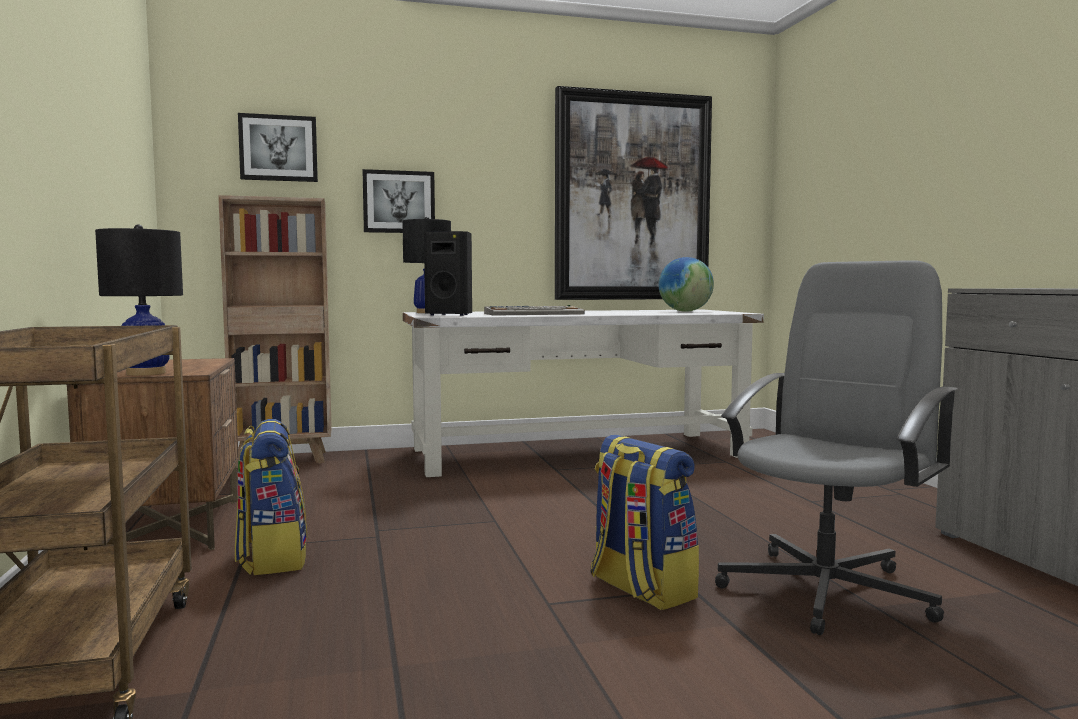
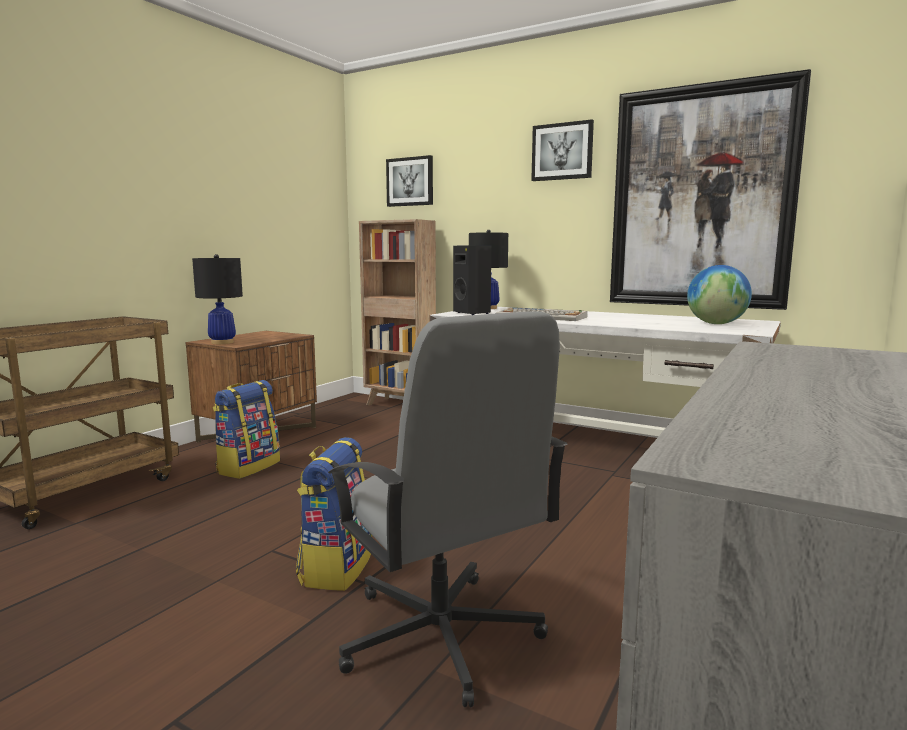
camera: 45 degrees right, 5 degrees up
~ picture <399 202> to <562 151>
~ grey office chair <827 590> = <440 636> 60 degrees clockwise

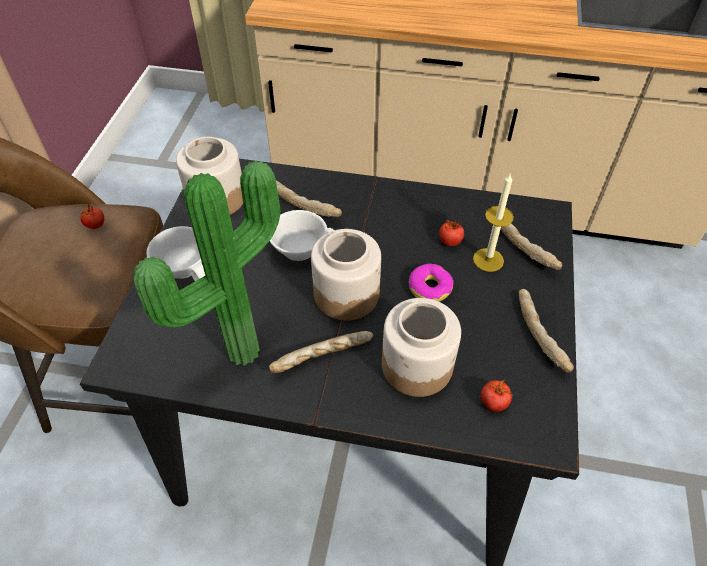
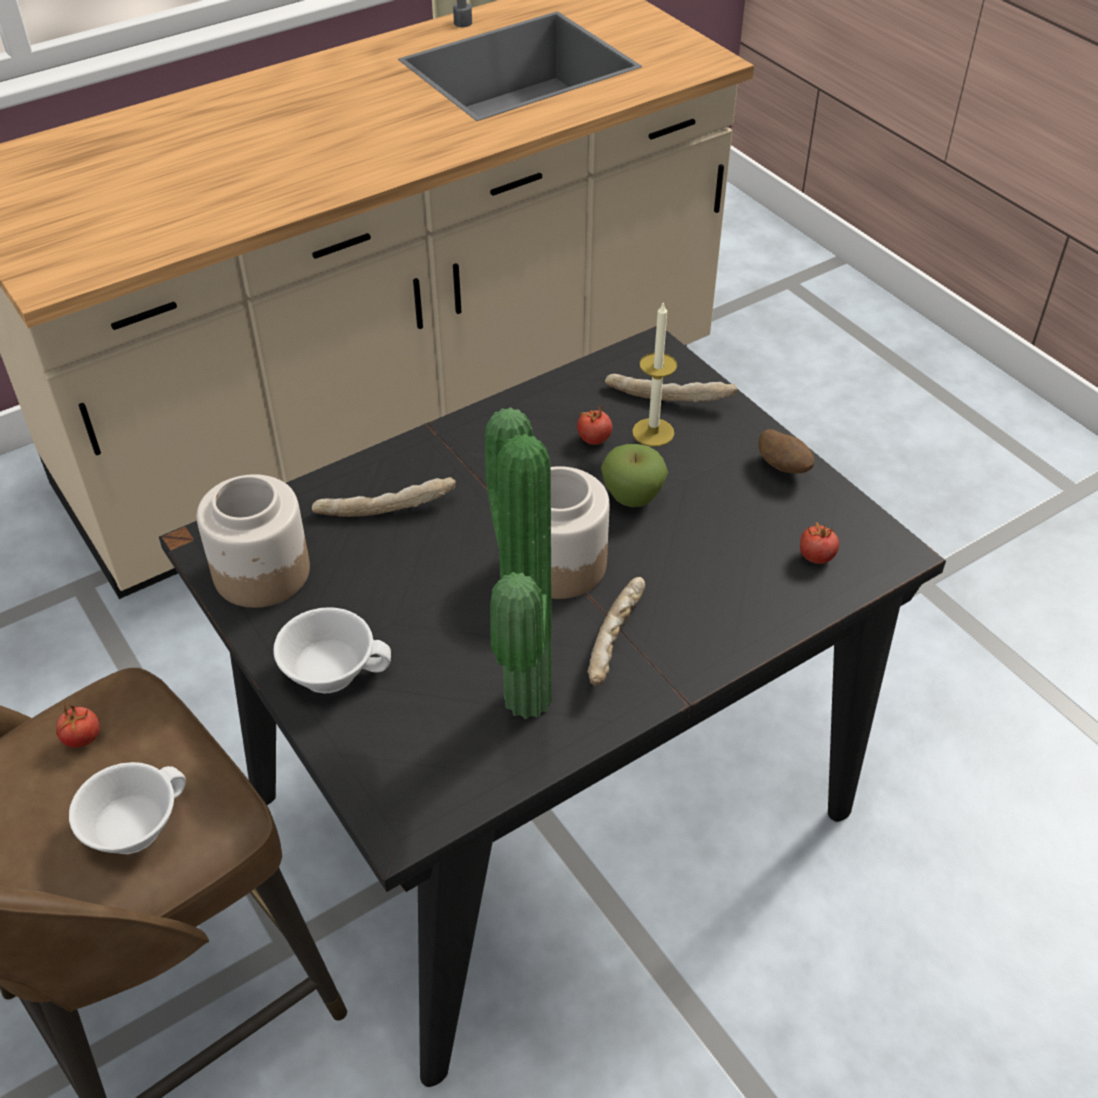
camera: 45 degrees left, 5 degrees down
~ white cup <301 246> to <132 824>
~ donut <430 288> to apple <632 498>
~ bread <541 335> to potato <783 468>
- jar <418 366>

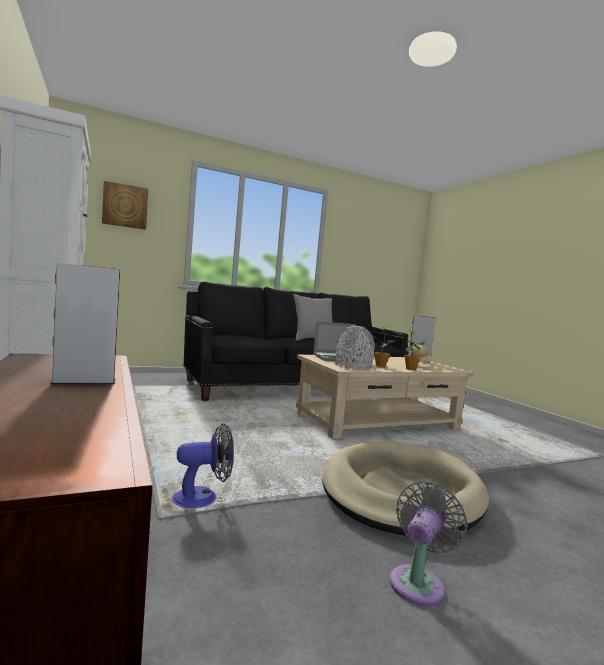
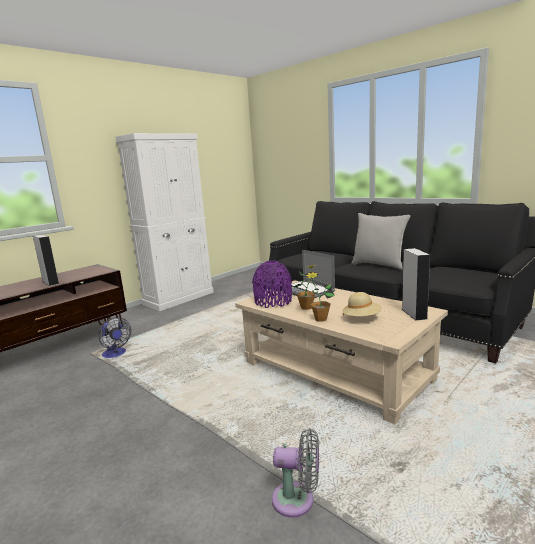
camera: 70 degrees right, 10 degrees up
- picture <125 206>
~ grey vase <353 366> to purple vase <273 301>
- beige dog bed <401 492>
~ grey fan <418 582> to <297 500>

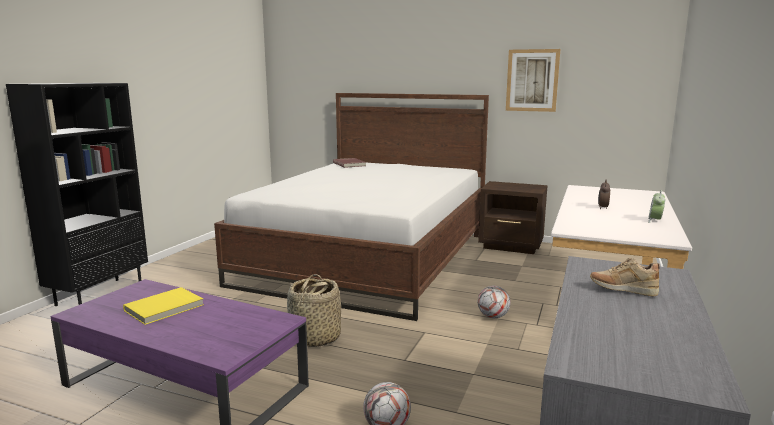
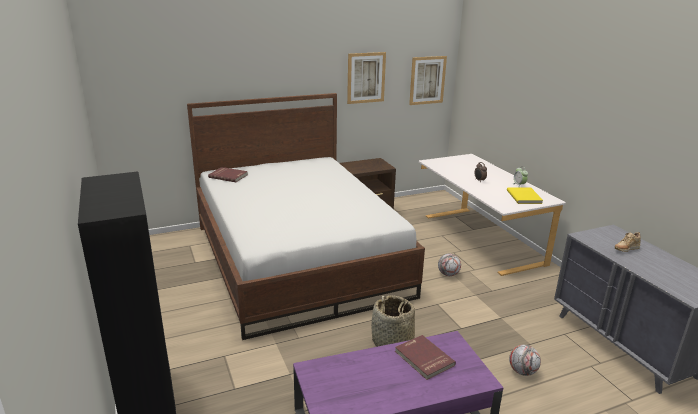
camera: 45 degrees left, 10 degrees up
~ yellow book <165 308> to <524 197>
+ picture <427 80>
+ red book <423 359>

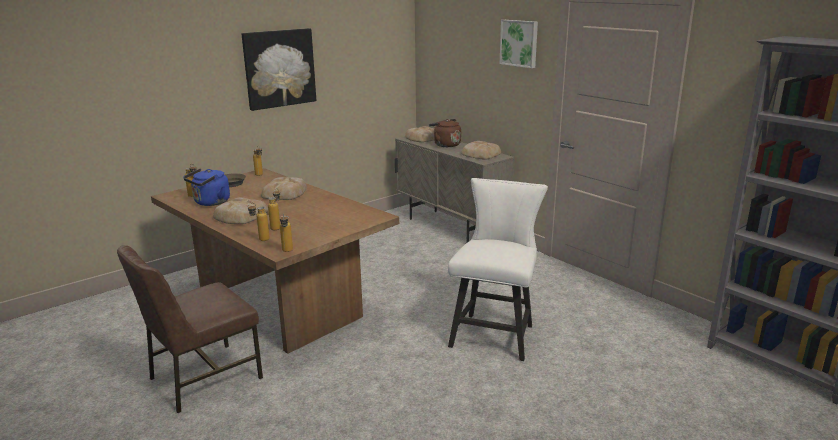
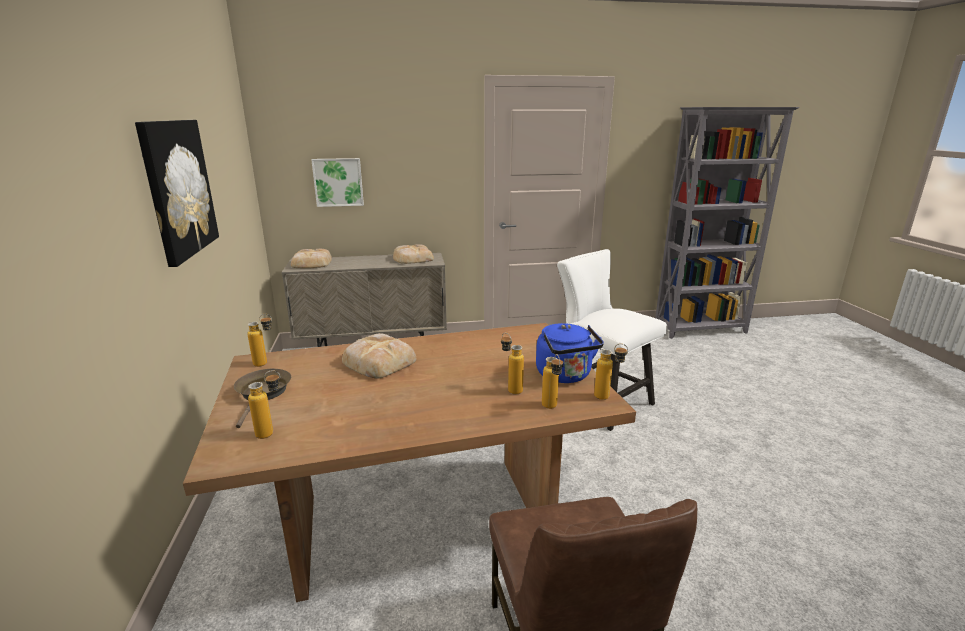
camera: 60 degrees left, 0 degrees up
~ picture <519 43> to <338 182>
- brown kettle <445 145>
~ blue kettle <210 203> to <565 376>
- bread <240 216>

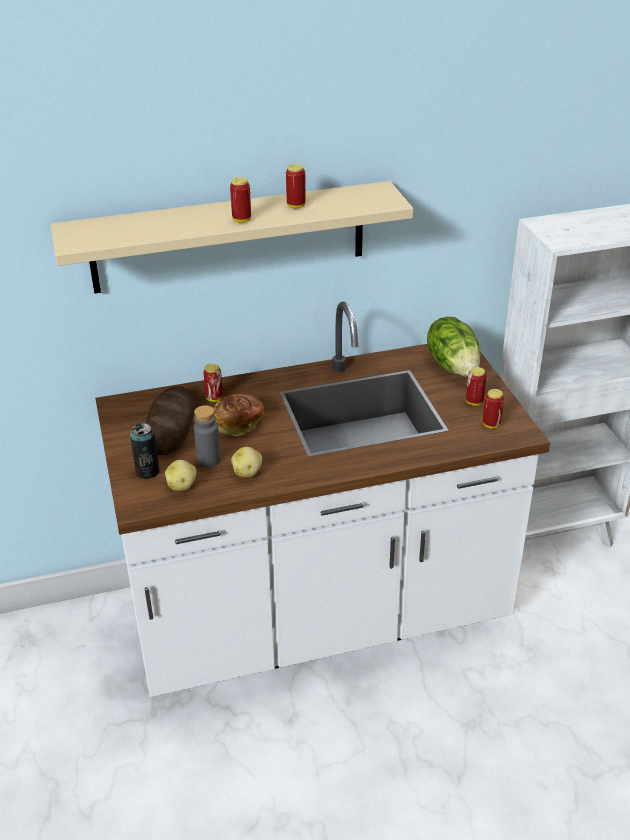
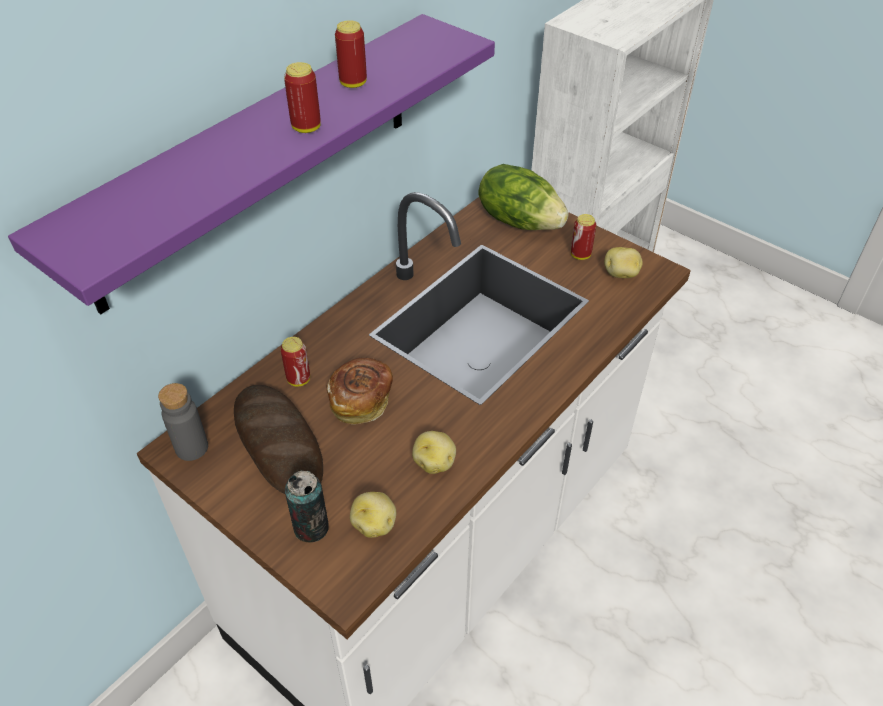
camera: 35 degrees left, 10 degrees up
~ beige shelf <229 237> to purple shelf <258 158>
~ can <491 424> to potato <621 274>
~ grey bottle <209 460> to <192 447>

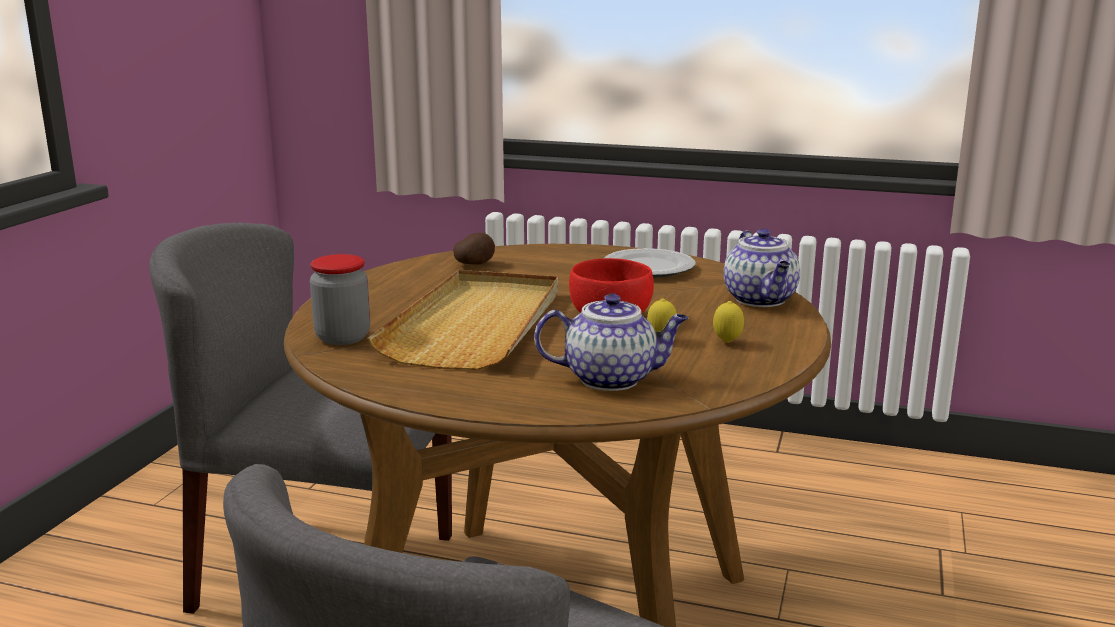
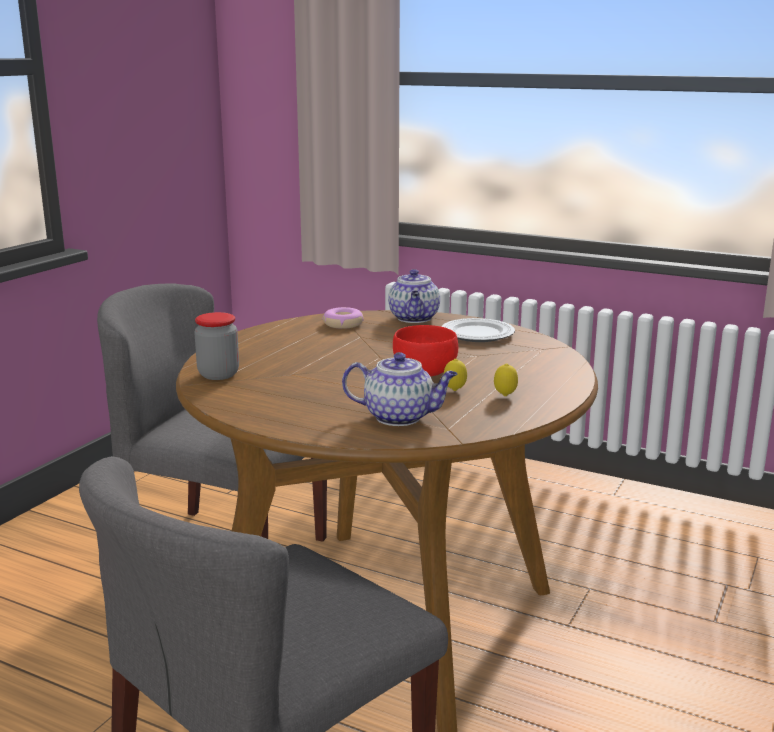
camera: 10 degrees right, 0 degrees up
~ teapot <761 300> to <414 319>
~ potato <475 264> to donut <343 324>
- beige tray <477 325>

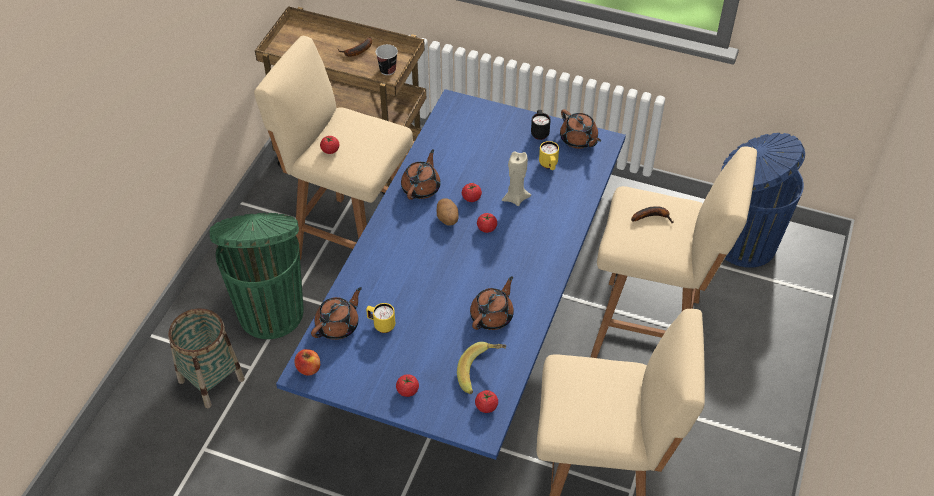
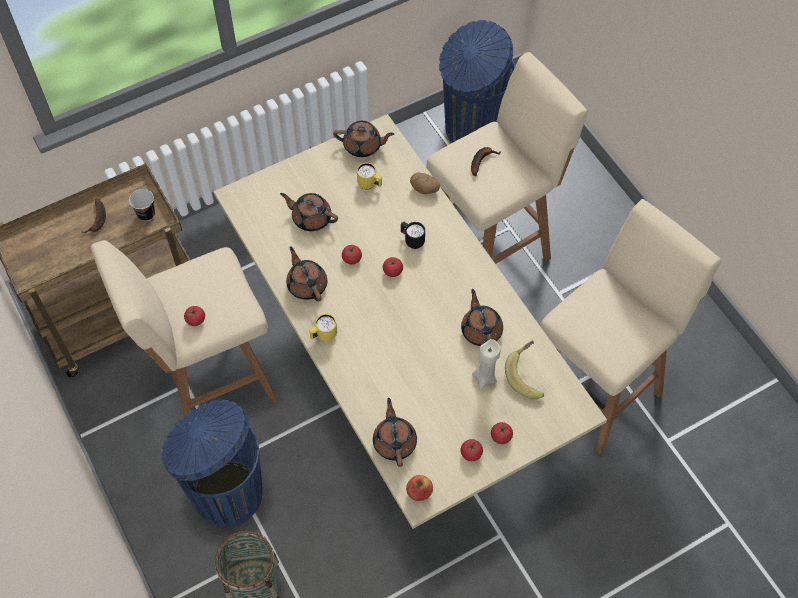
camera: 50 degrees left, 10 degrees up
~ blue dining table <466 349> to beige dining table <398 377>
~ black mug <539 132> to <412 240>
~ beige candle <515 198> to <484 377>
~ potato <447 219> to <425 189>
~ green trash can <271 311> to blue trash can <226 492>
~ yellow mug <381 325> to <323 335>
~ tomato <486 406> to <471 453>
+ brown teapot <311 218>

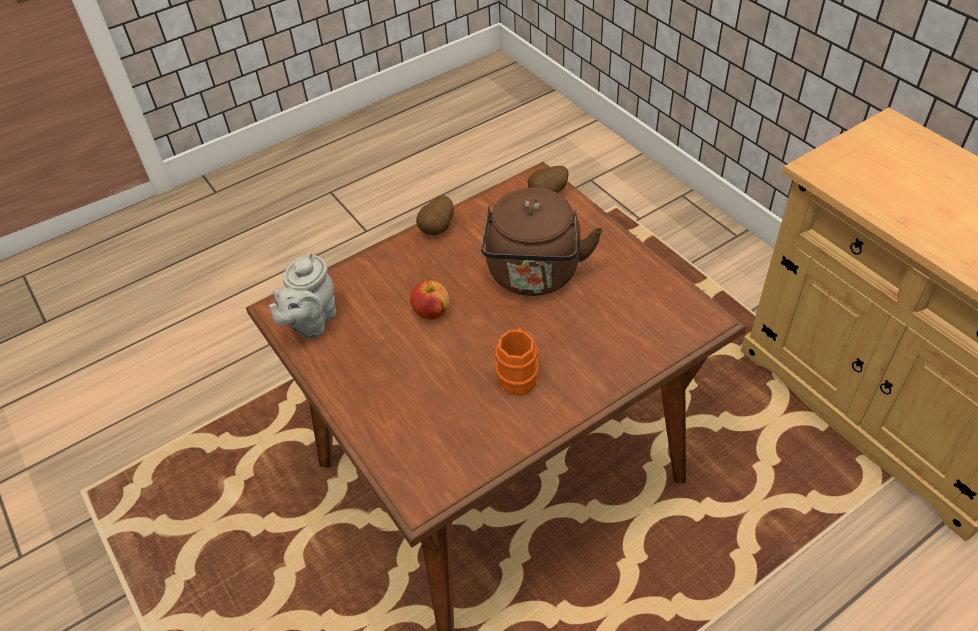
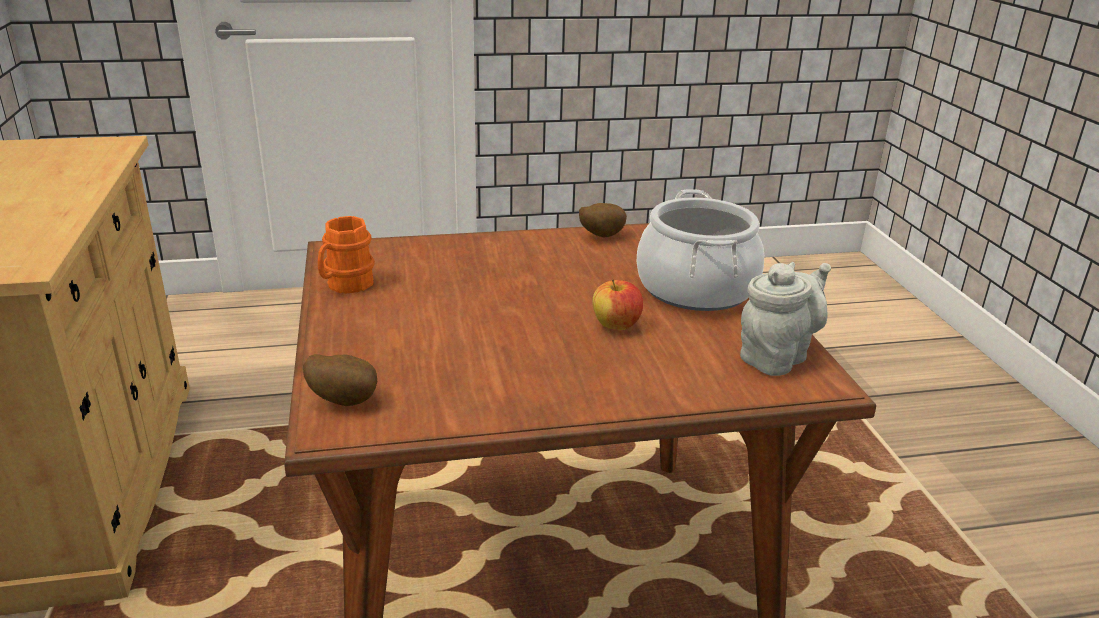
camera: 160 degrees left, 20 degrees down
- brown kettle <534 276>
~ potato <438 229> to <600 236>
~ orange mug <518 374> to <345 285>
+ cooking pot <696 288>

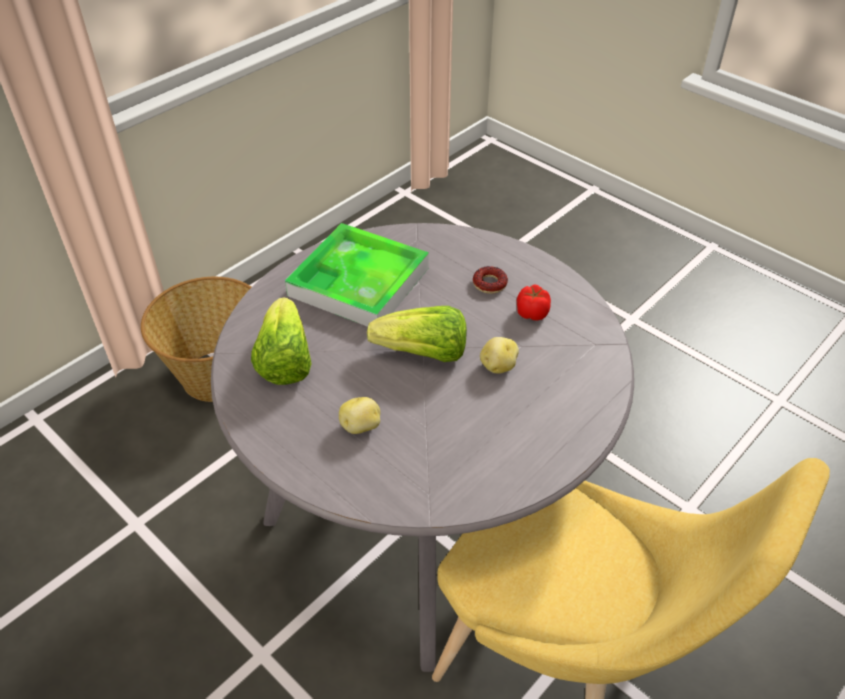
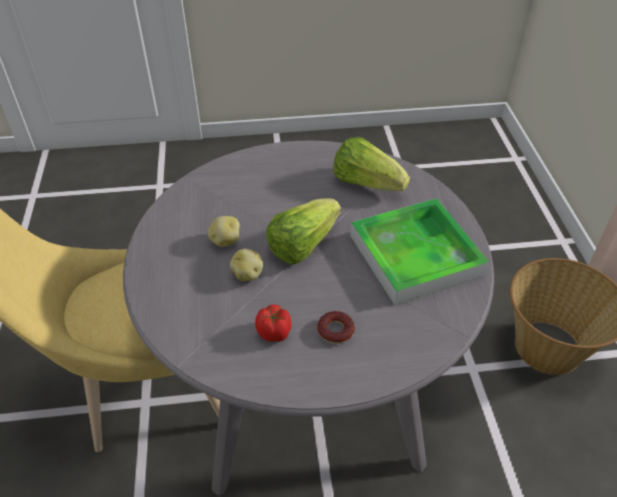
camera: 130 degrees right, 0 degrees up
~ potato <361 426> to <225 241>

